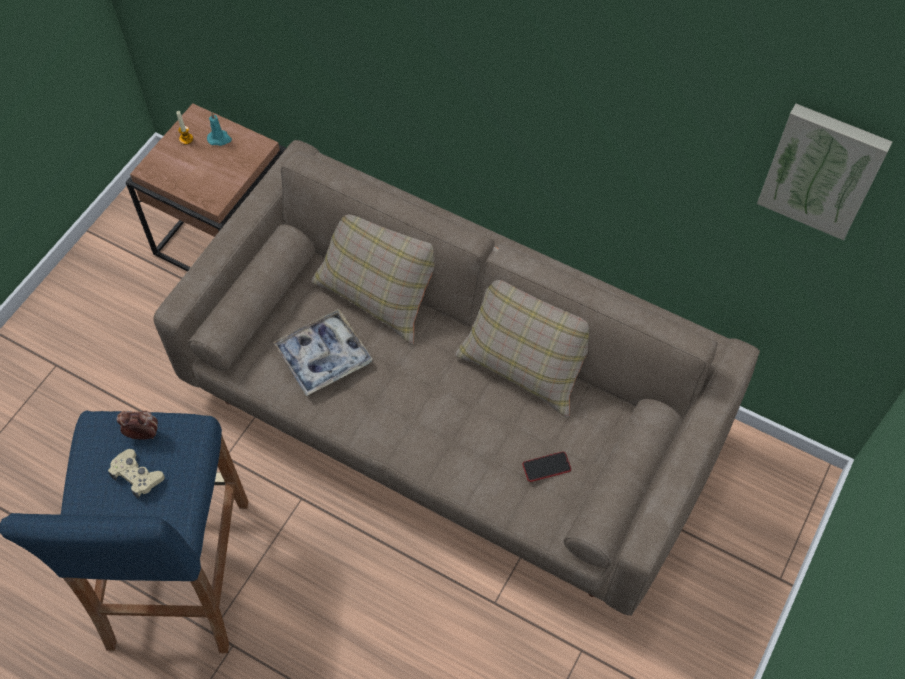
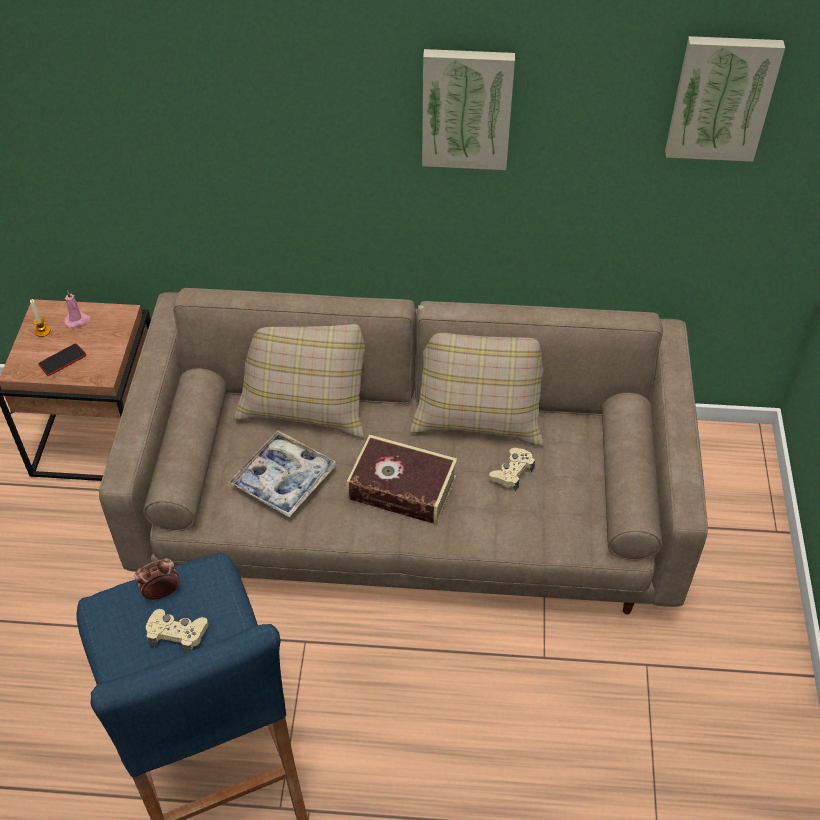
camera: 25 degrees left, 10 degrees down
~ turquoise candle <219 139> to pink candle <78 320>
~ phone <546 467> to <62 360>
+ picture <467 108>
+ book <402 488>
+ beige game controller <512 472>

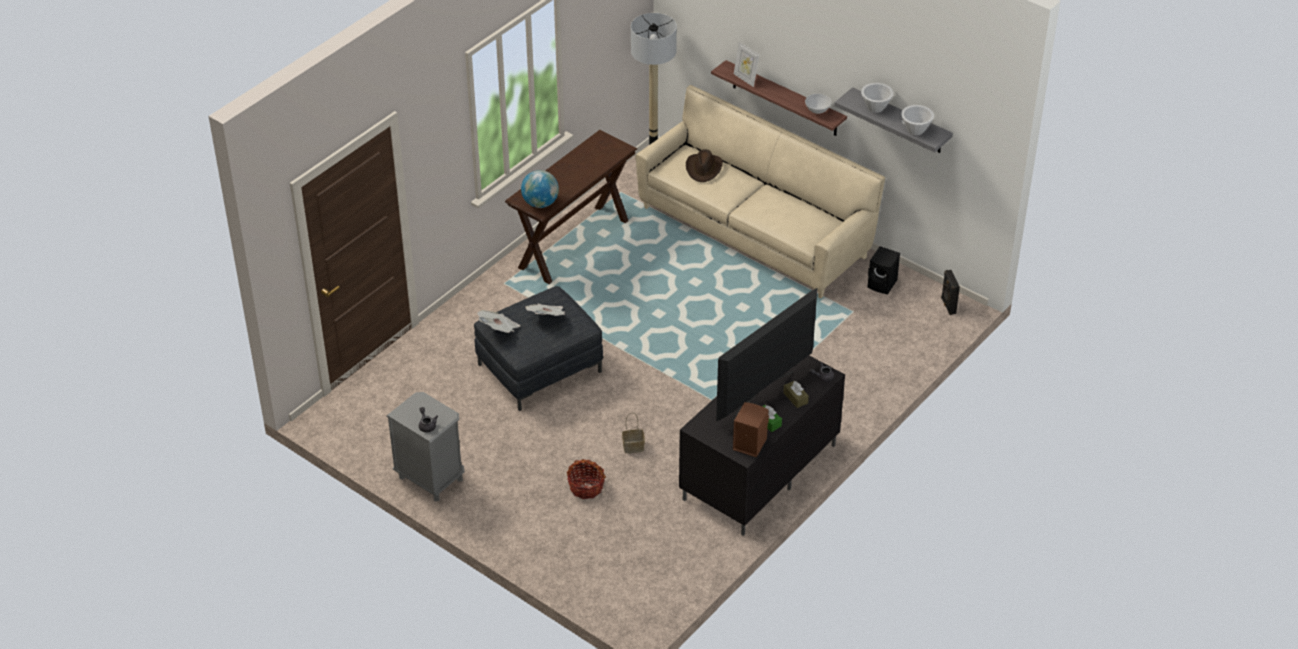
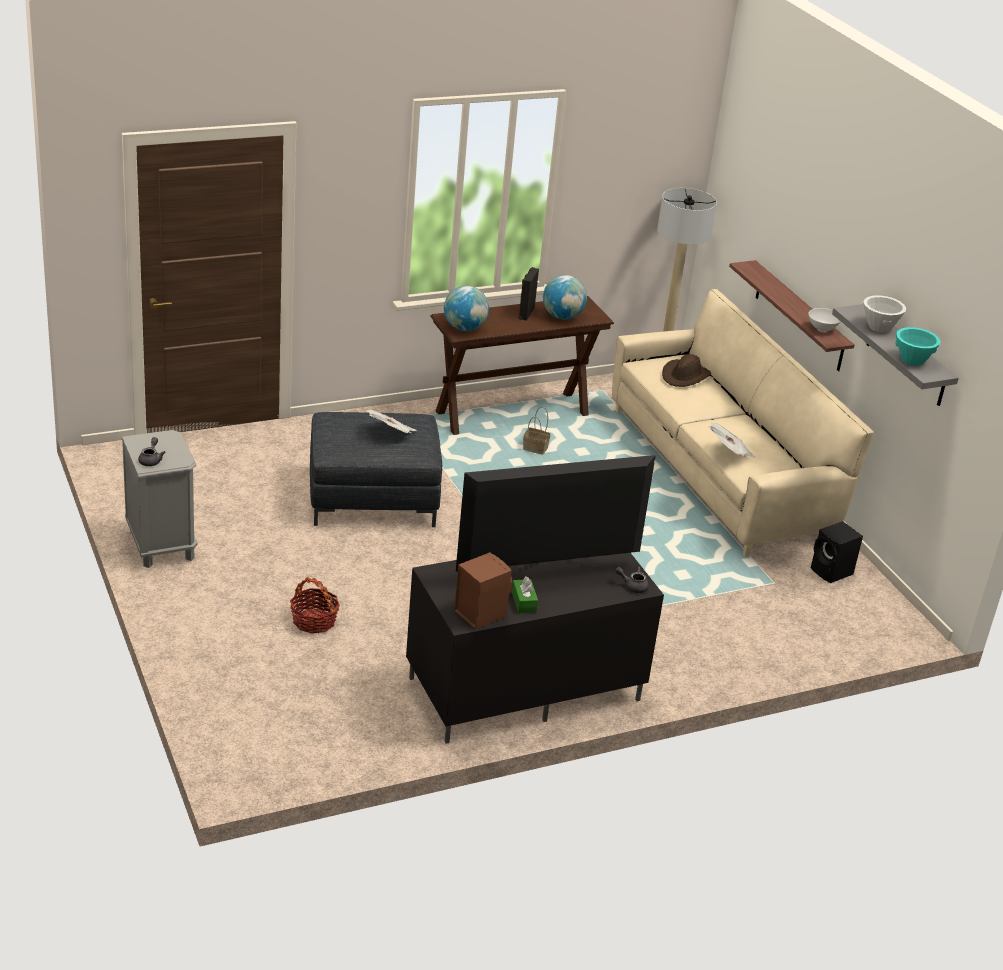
camera: 25 degrees right, 10 degrees down
- picture frame <745 79>
~ white bowl <916 130> to turquoise bowl <912 360>
~ black speaker <947 306> to <525 313>
~ newspaper <499 329> to <729 452>
- brown tissue box <795 398>
~ basket <632 447> to <534 449>
+ globe <562 316>

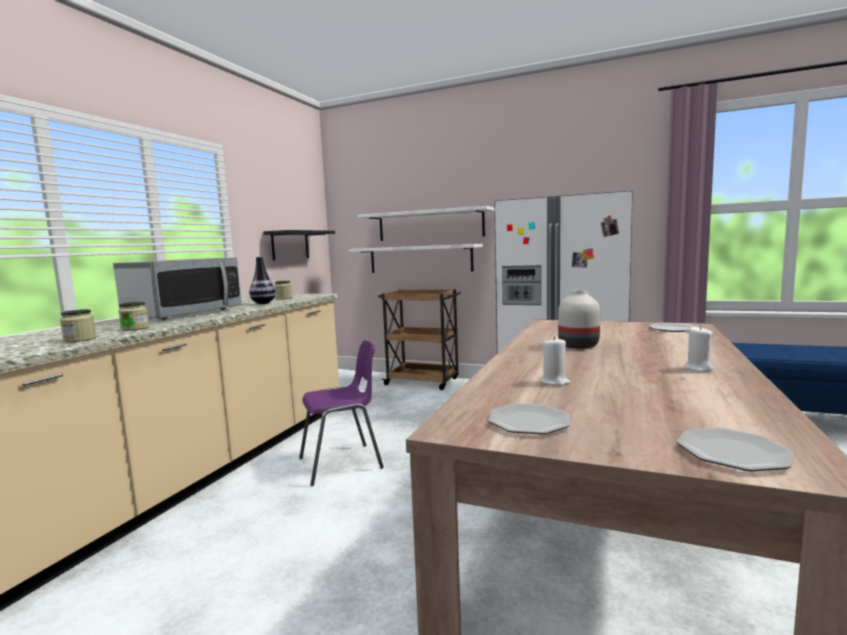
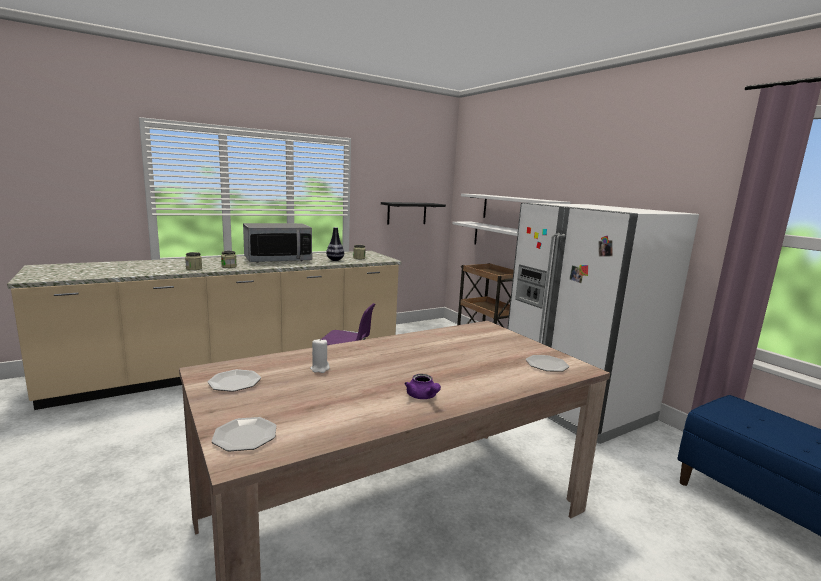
camera: 35 degrees right, 5 degrees up
- white vase <577 345>
~ white candle <697 369> to purple teapot <423 397>

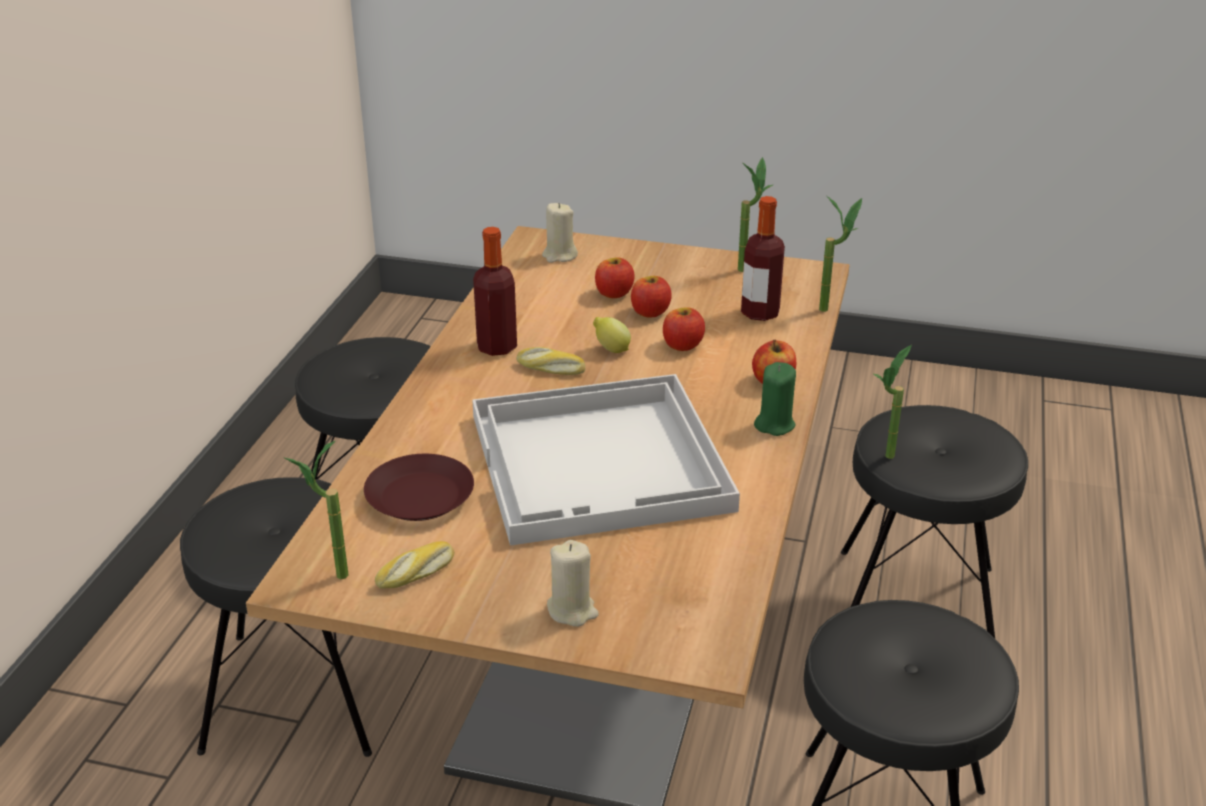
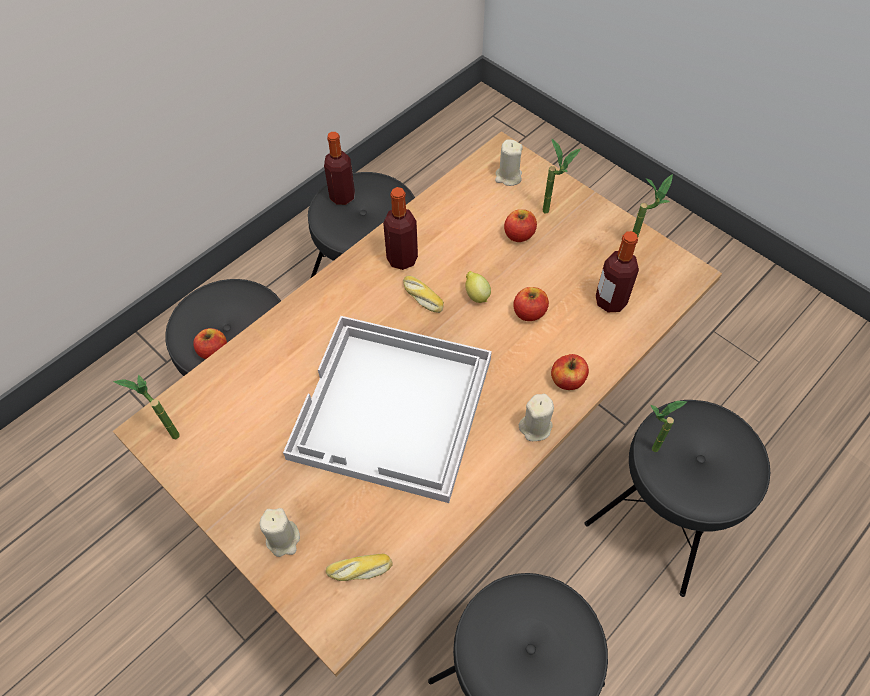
camera: 30 degrees right, 25 degrees up
~ potted plant <832 309> to <552 213>
~ apple <650 312> to <213 351>
~ green candle <774 424> to beige candle <535 427>
- brown plate <421 496>
~ bread <417 574> to <359 570>
+ bottle <342 196>

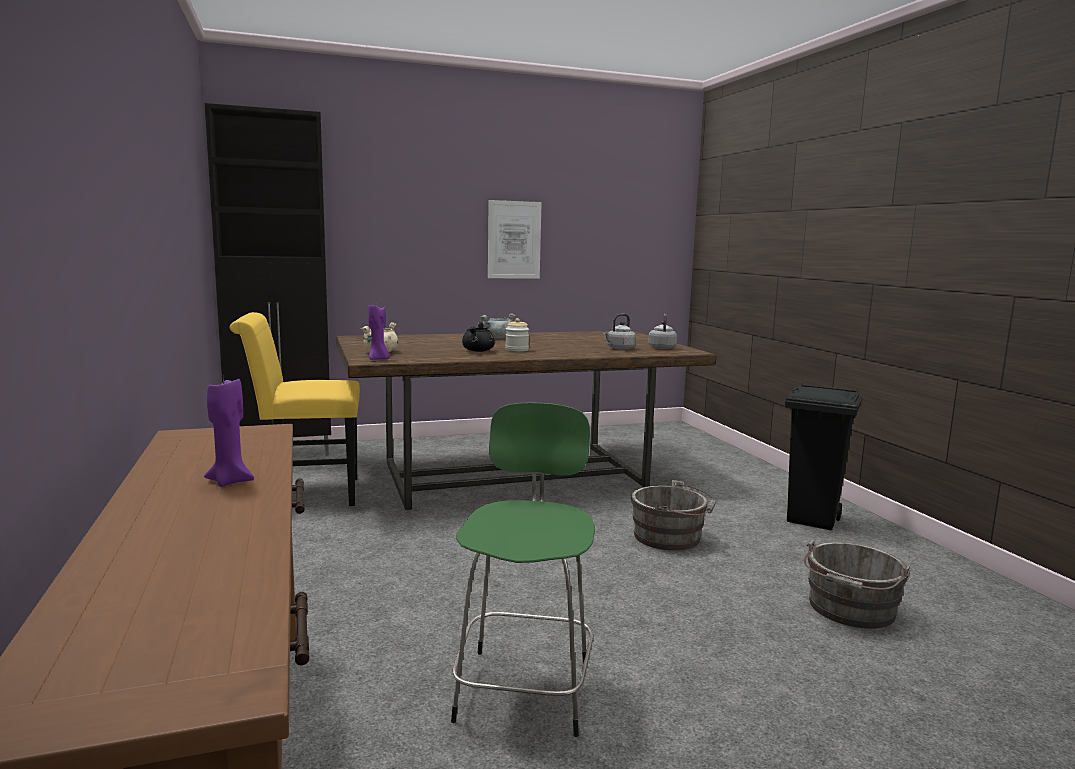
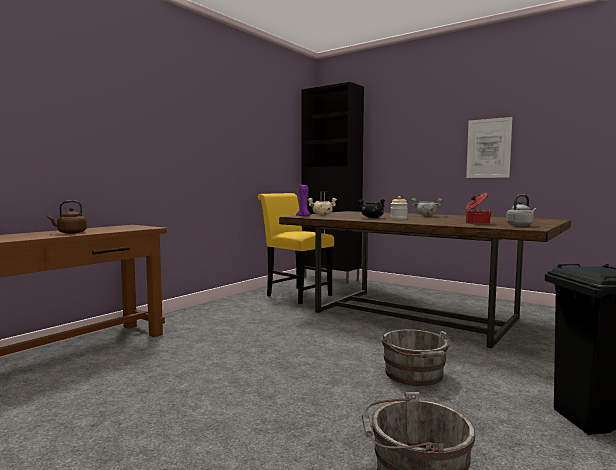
camera: 55 degrees right, 5 degrees down
~ grey kettle <619 348> to cooking pot <476 223>
~ purple candle <230 481> to brown kettle <70 233>
- green stool <525 687>

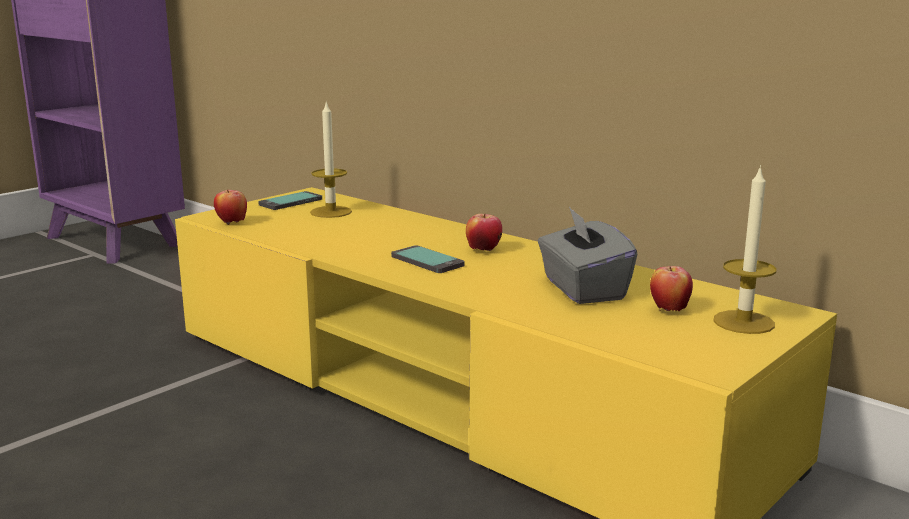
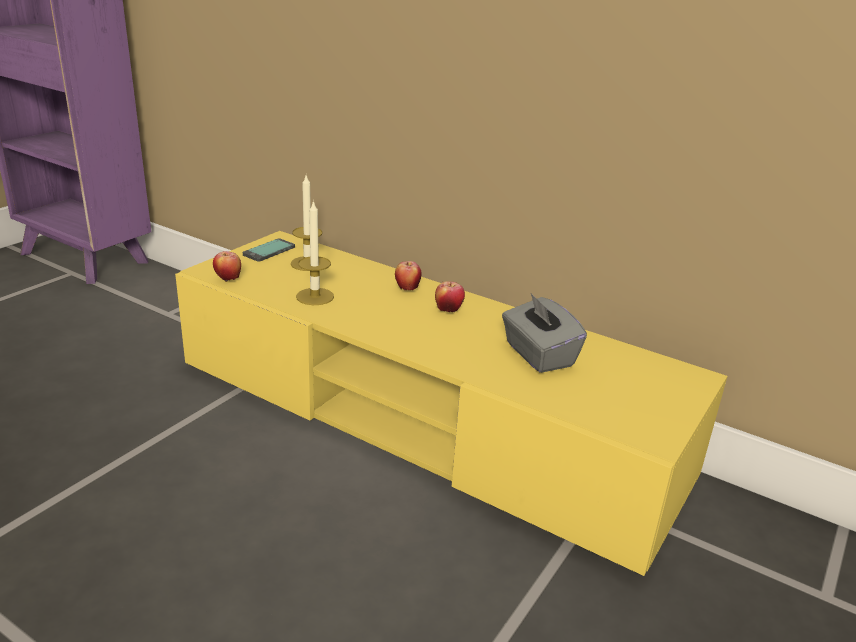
camera: 10 degrees left, 10 degrees up
~ candle <743 322> to <315 296>
- phone <427 261>
~ apple <668 310> to <407 289>

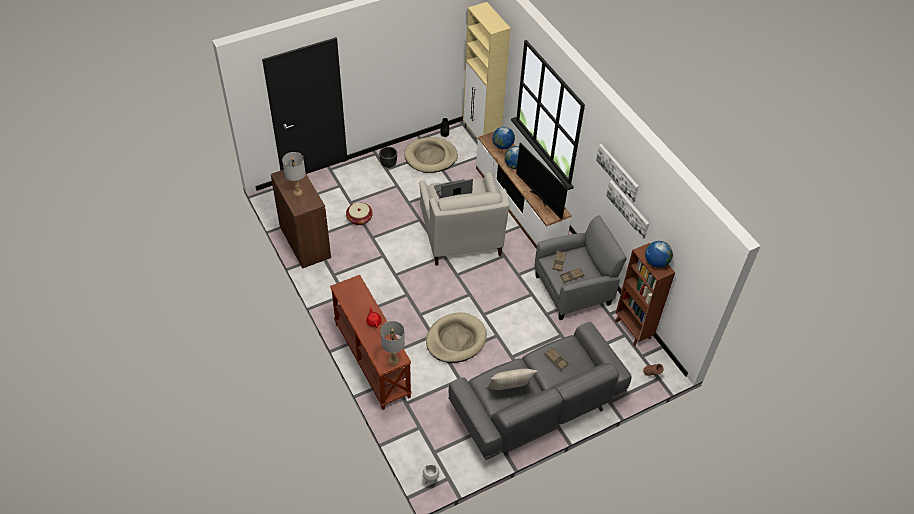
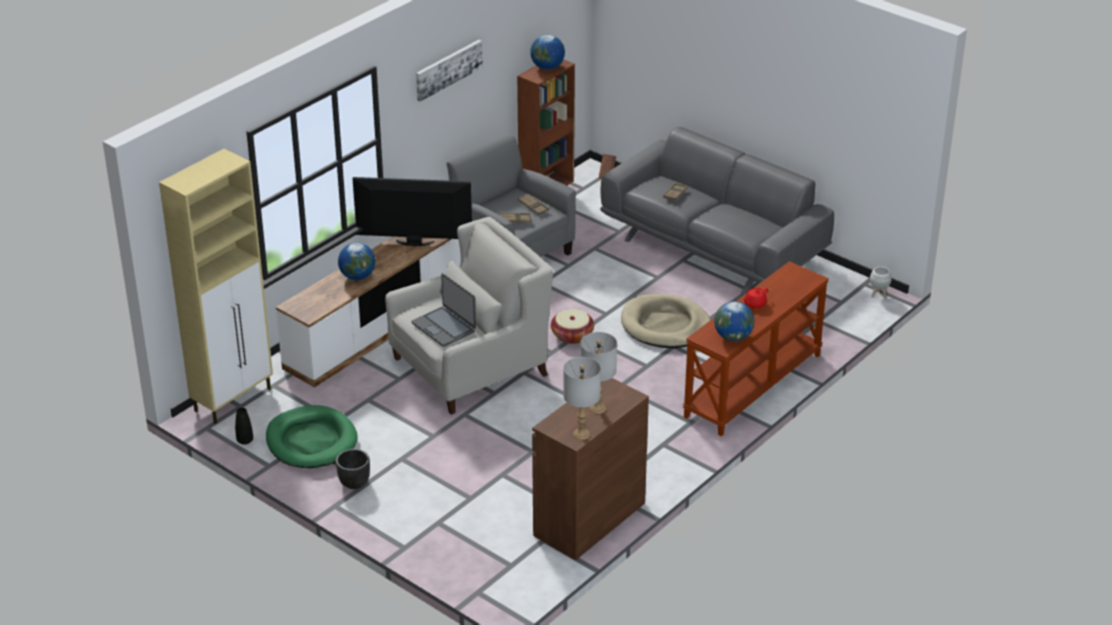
camera: 110 degrees left, 15 degrees down
~ globe <502 146> to <733 337>
~ beige dog bed <430 157> to green dog bed <311 441>
~ television <539 198> = <414 243> 120 degrees counterclockwise
- picture <628 208>
~ basket <359 218> to <572 335>
~ grey table lamp <393 360> to <581 434>
- beige pillow <509 390>

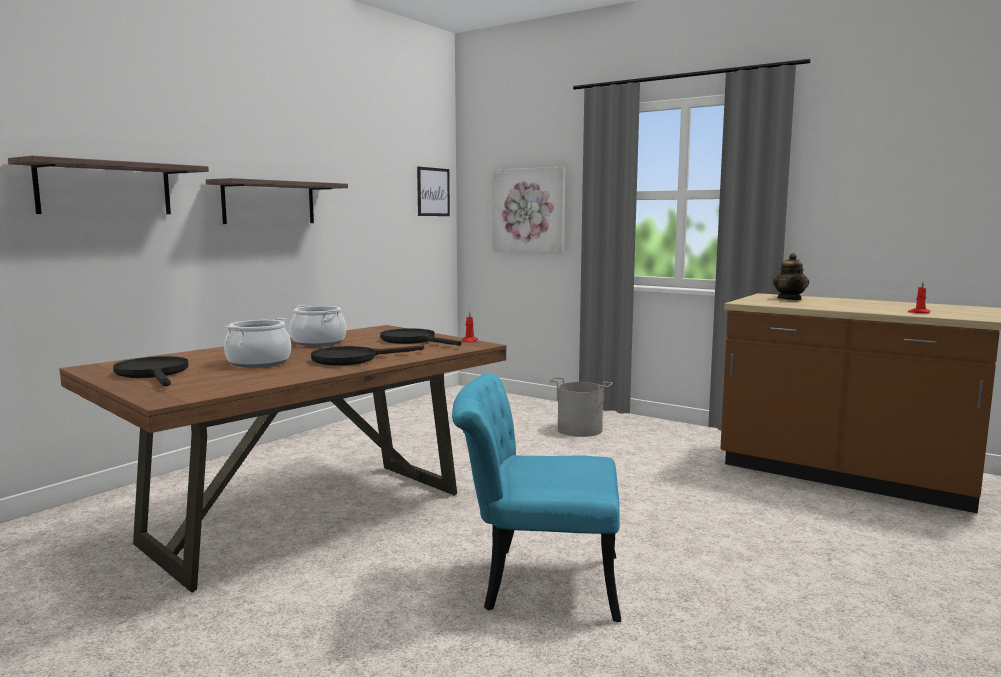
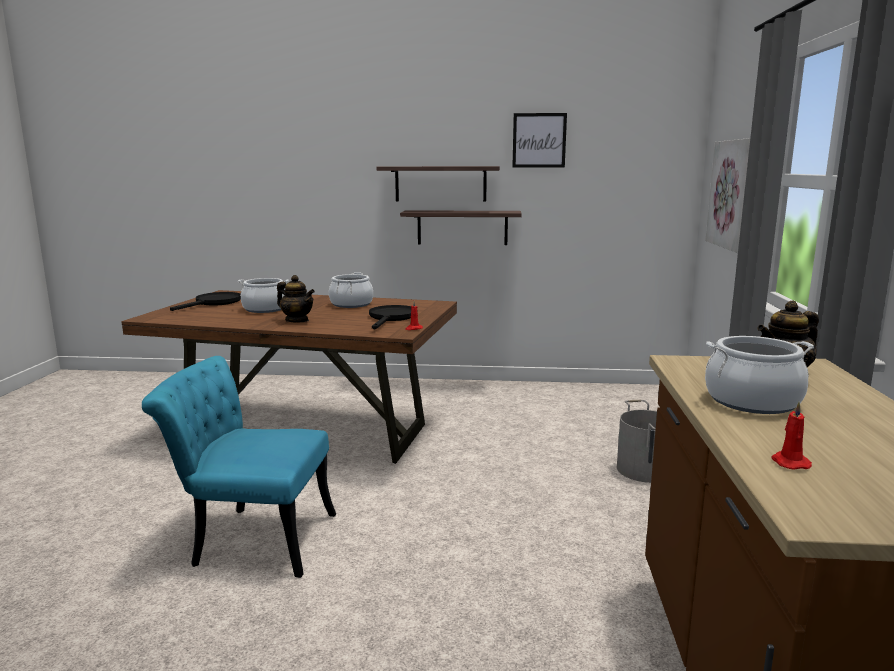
camera: 60 degrees right, 5 degrees up
~ shelf <105 188> to <462 227>
~ picture <433 192> to <539 140>
~ black frying pan <353 359> to teapot <297 320>
~ turquoise chair <536 582> = <251 539> 60 degrees counterclockwise
+ cooking pot <752 401>

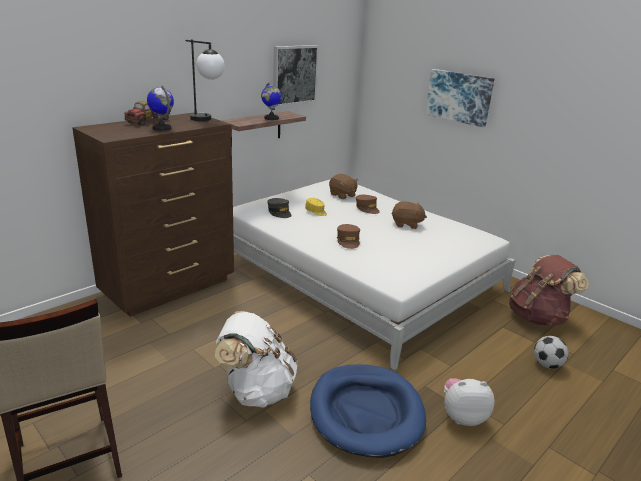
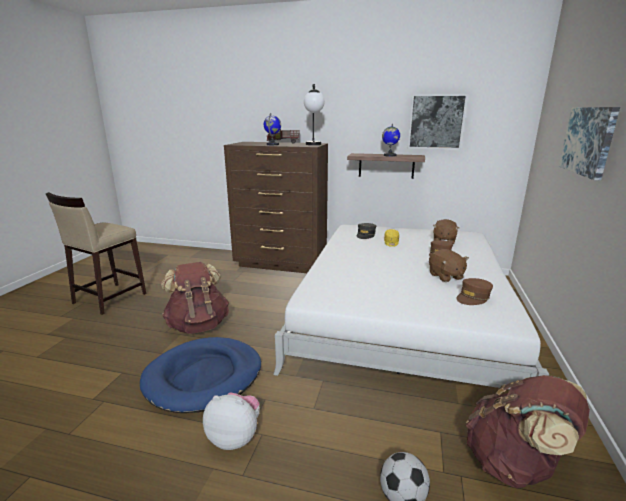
camera: 60 degrees right, 5 degrees down
~ brown cap <348 241> to <473 297>
~ white backpack <256 390> to brown backpack <198 325>
~ plush toy <462 416> = <235 437> 45 degrees counterclockwise

